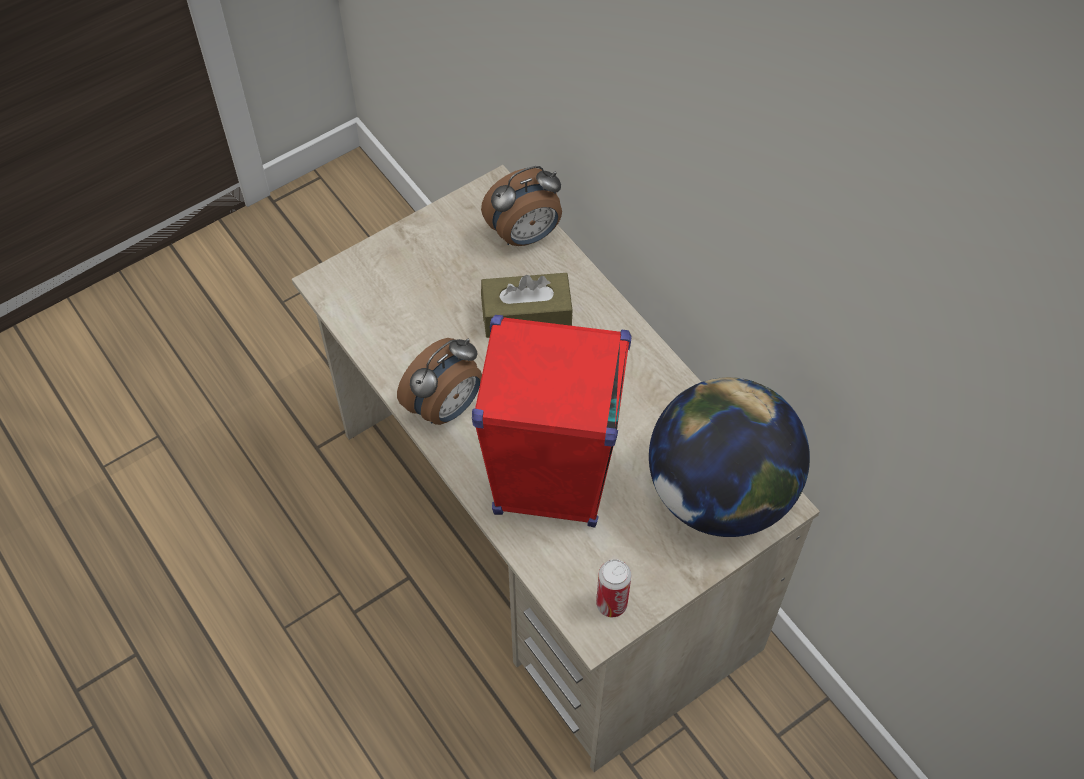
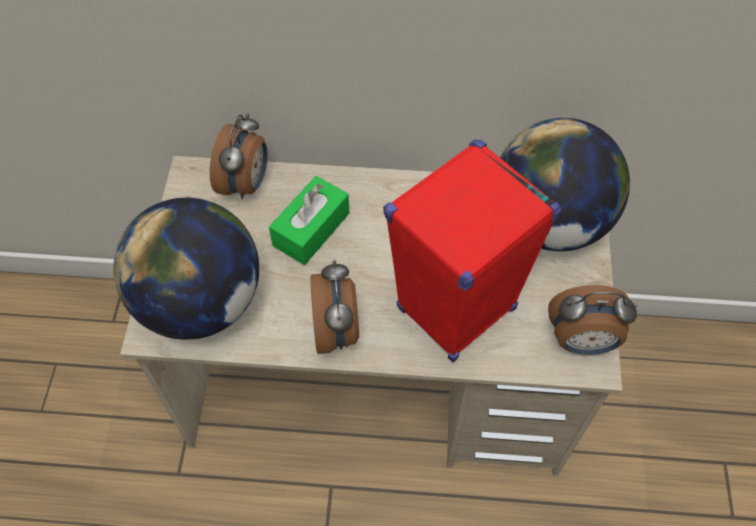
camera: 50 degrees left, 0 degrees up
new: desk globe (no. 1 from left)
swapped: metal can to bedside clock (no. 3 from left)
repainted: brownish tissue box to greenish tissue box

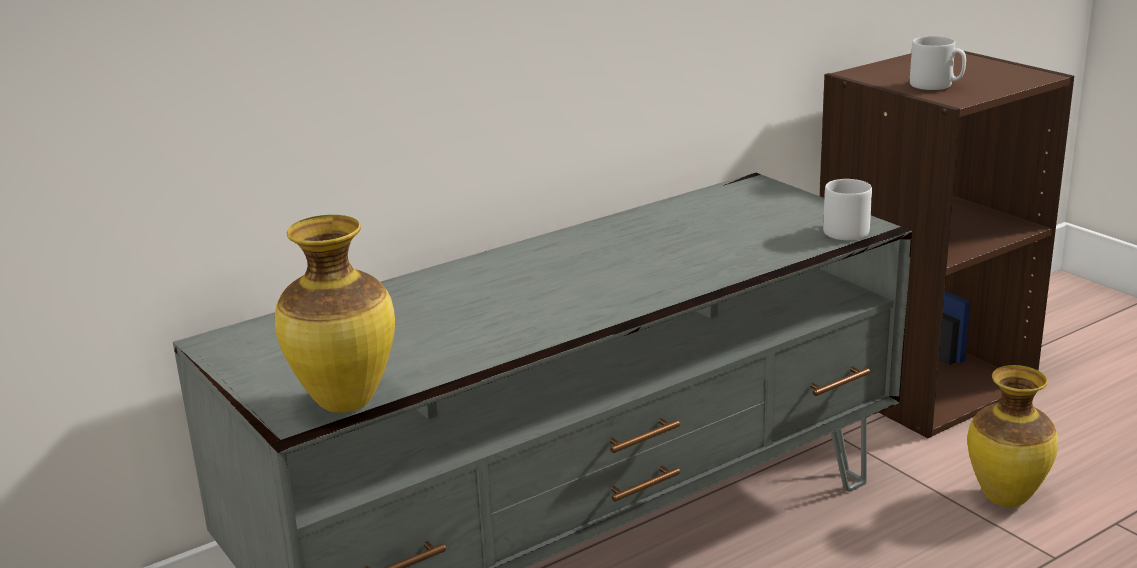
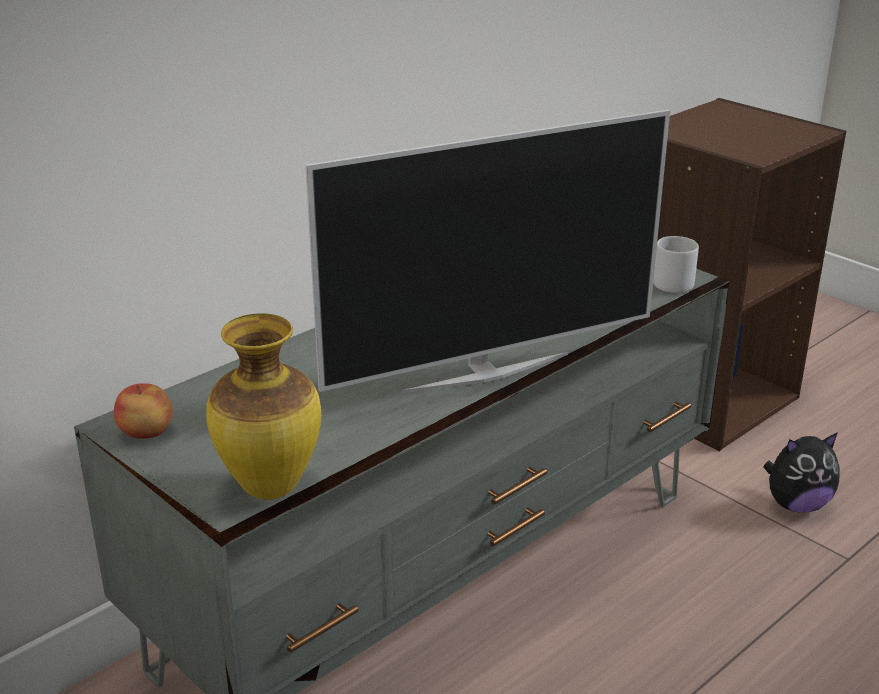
camera: 10 degrees left, 5 degrees up
gone: grey coffee mug (no. 2 from left)
new: whole apple; TV
swapped: vase (no. 2 from left) to plush toy

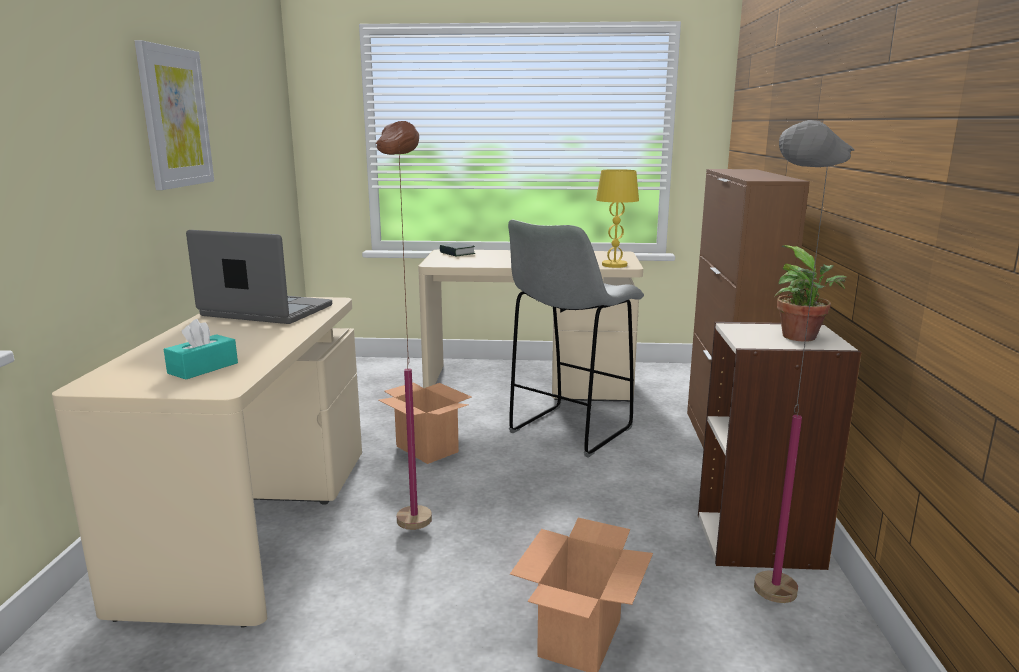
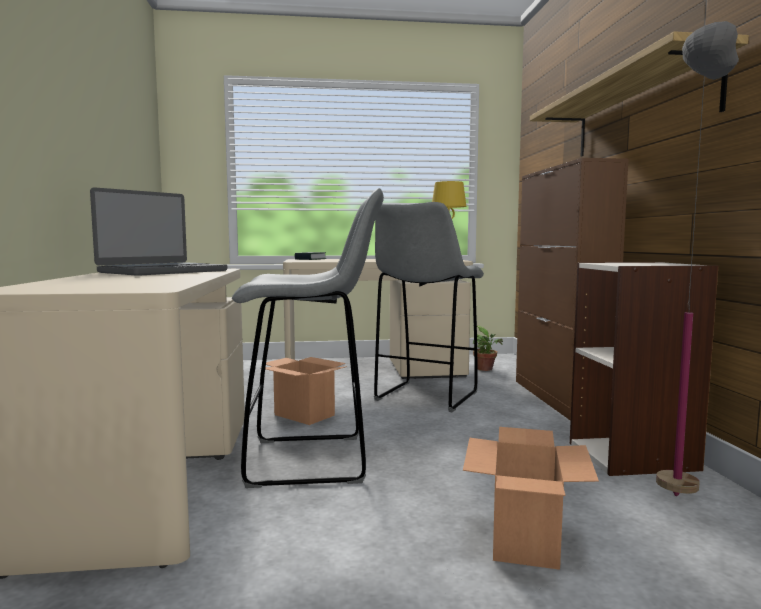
camera: 10 degrees left, 10 degrees down
gone: wall art; blue-green tissue box
new: wall shelf
shifted: potted plant
swapped: brownish standard lamp to grey stool (no. 1 from left)
rotated: laptop 120 degrees clockwise

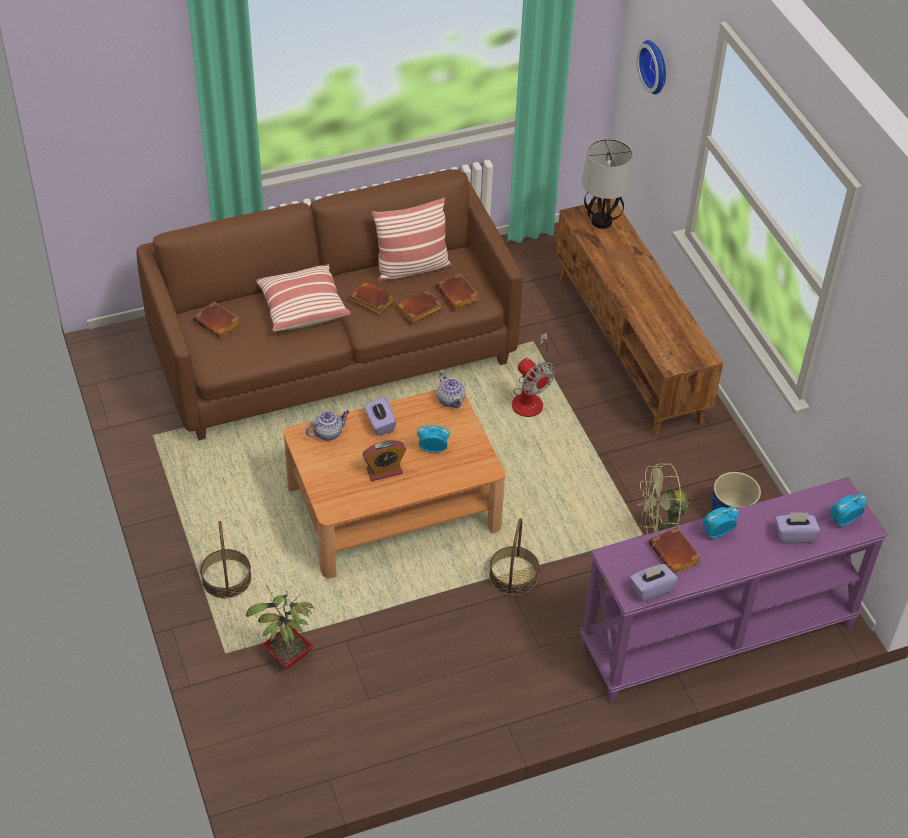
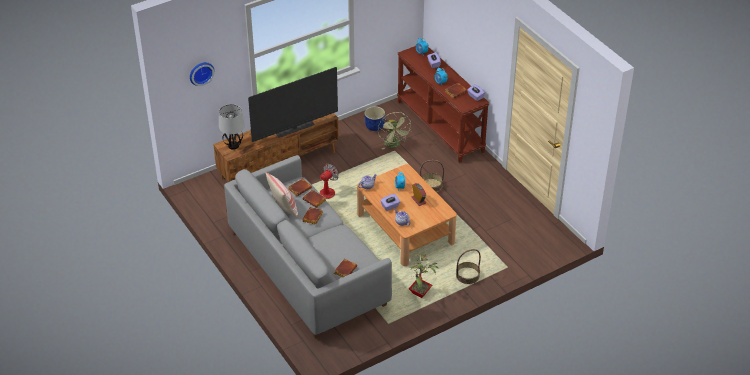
camera: 100 degrees left, 5 degrees down
gone: throw pillow (no. 1 from left)
new: TV
shifted: potted plant
repainted: brownish settee to grey settee; purple-coloured hall table to brownish hall table

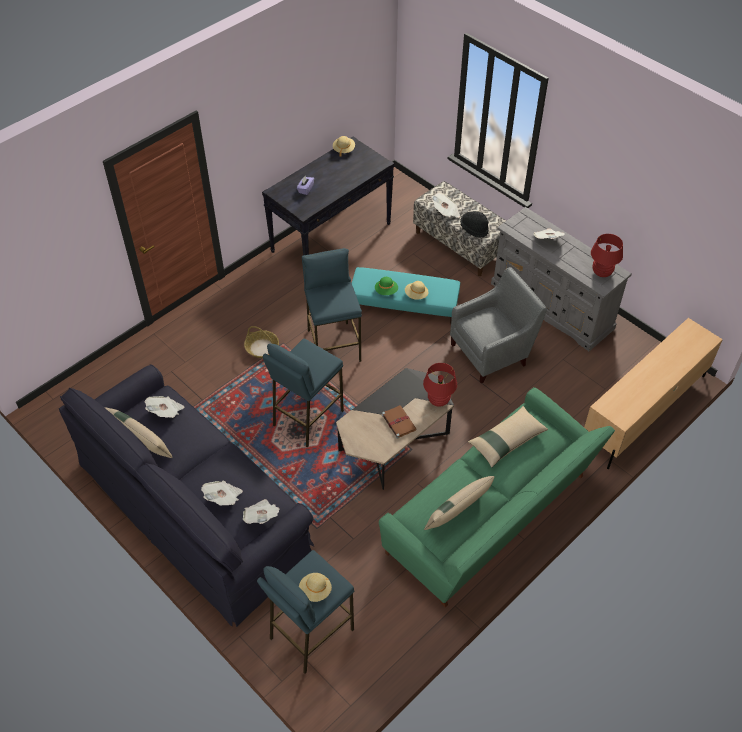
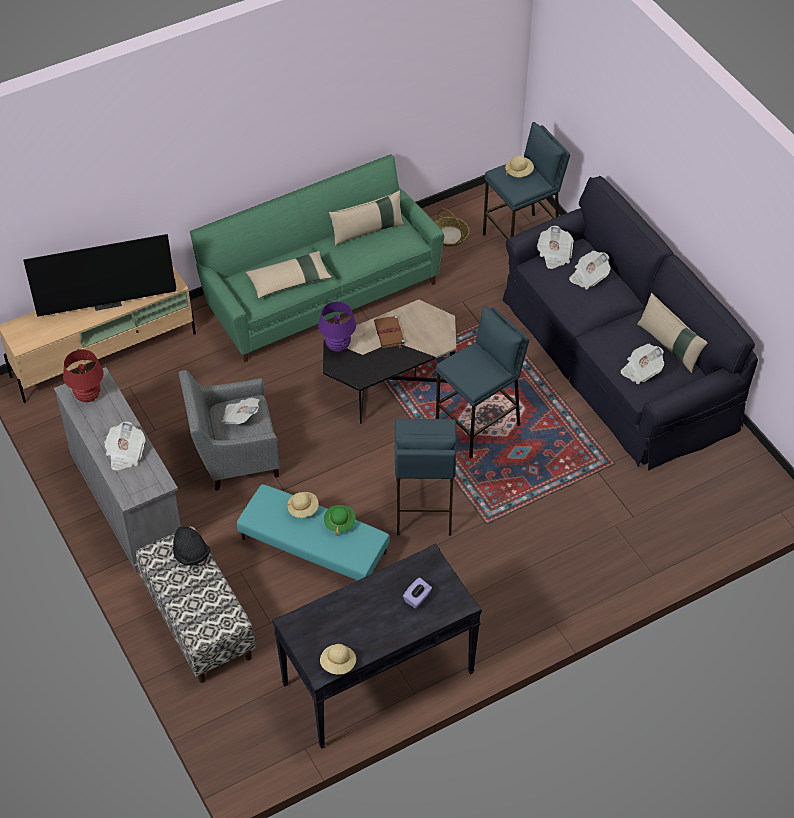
camera: 165 degrees left, 0 degrees up
new: TV
shifted: daily paper (no. 4 from left in the first image) to daily paper (no. 2 from left); storage basket
repainted: red-coloured tabletop lamp (no. 1 from left) to purple-coloured tabletop lamp

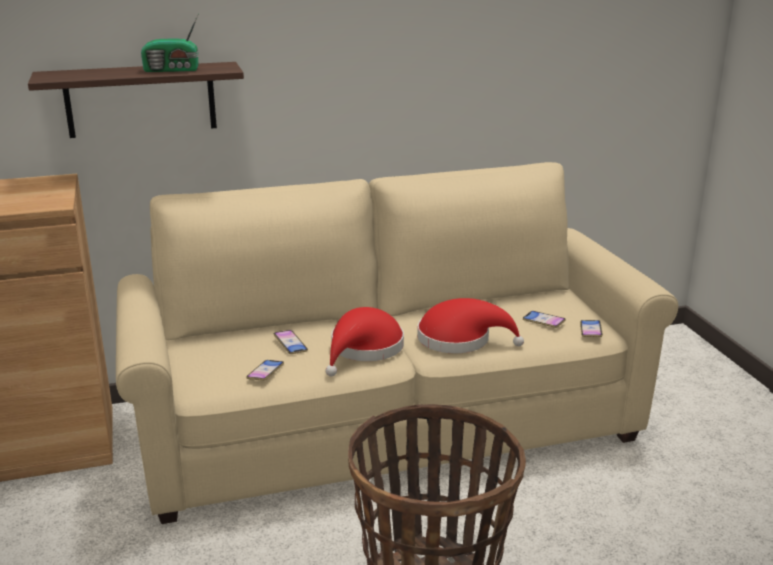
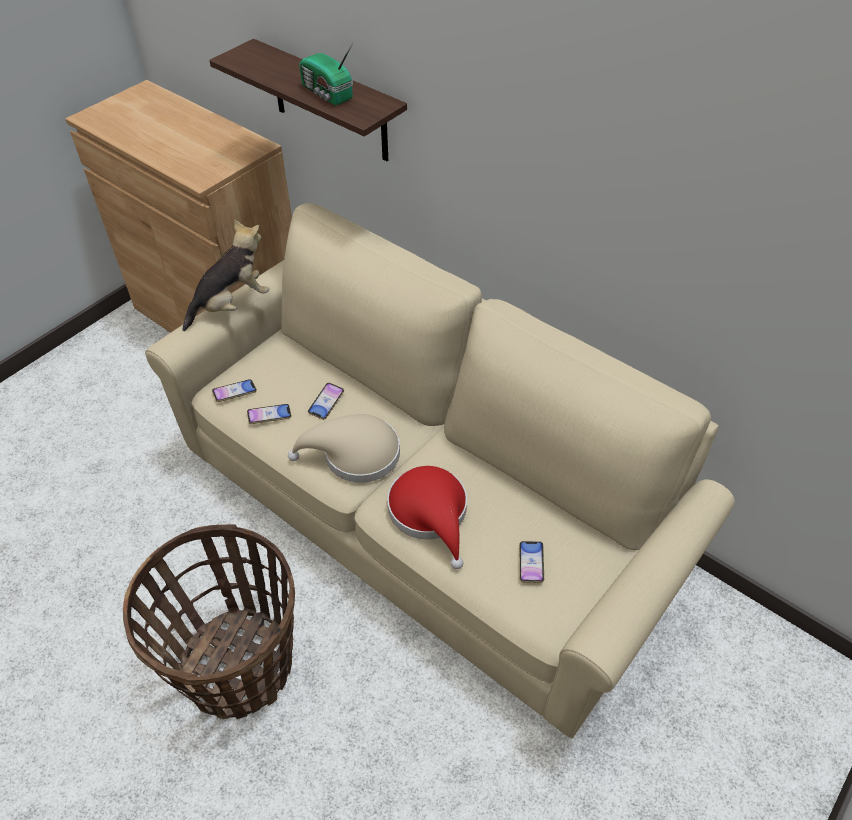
camera: 55 degrees right, 25 degrees up
new: plush toy
shifted: handset (no. 4 from left in the first image) to handset (no. 1 from left)
repainted: red-coloured wearable hat (no. 1 from left) to beige-coloured wearable hat

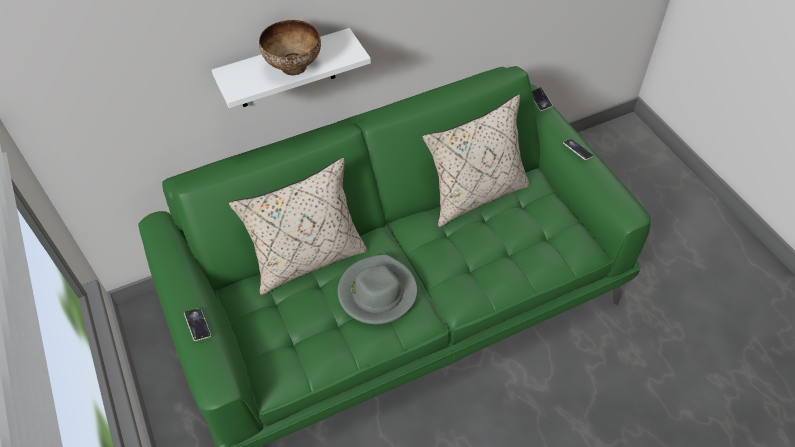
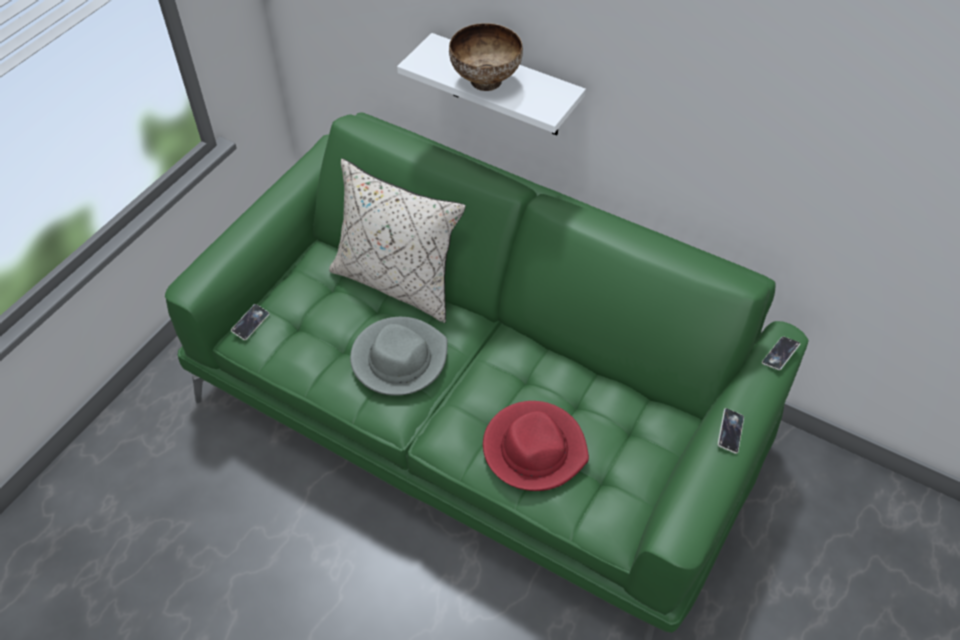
camera: 55 degrees right, 0 degrees up
gone: beige-coloured throw pillow (no. 2 from left)
new: red-coloured wearable hat
shifted: handset (no. 1 from left)

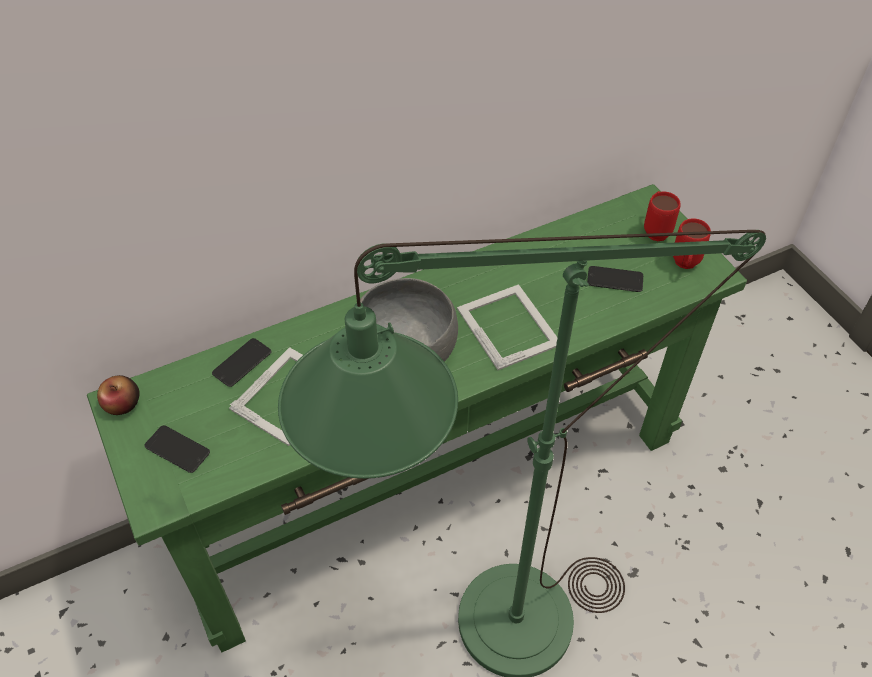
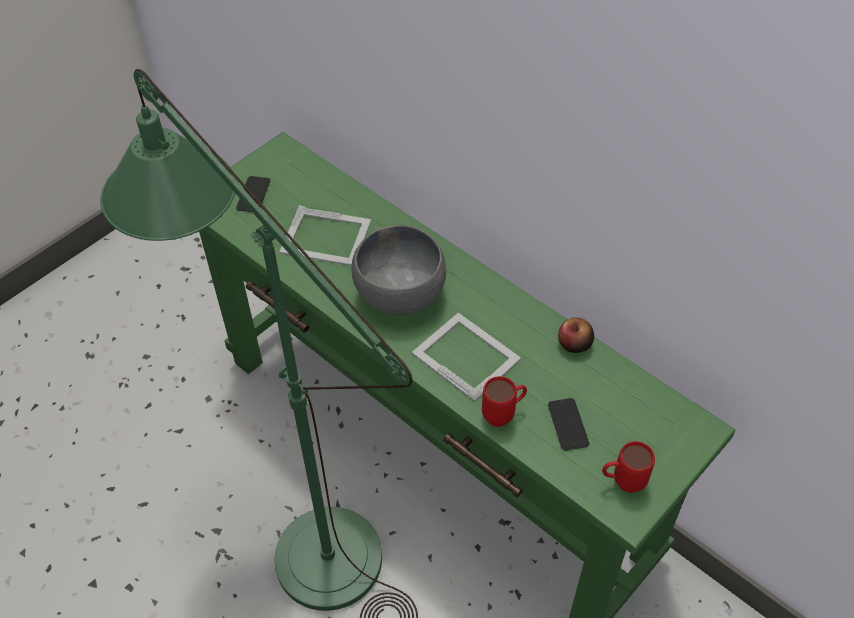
camera: 70 degrees right, 0 degrees up
gone: handset (no. 2 from left)
shifted: red-coloured coffee mug (no. 1 from left); whole apple
rotated: picture frame (no. 2 from left) 90 degrees counterclockwise

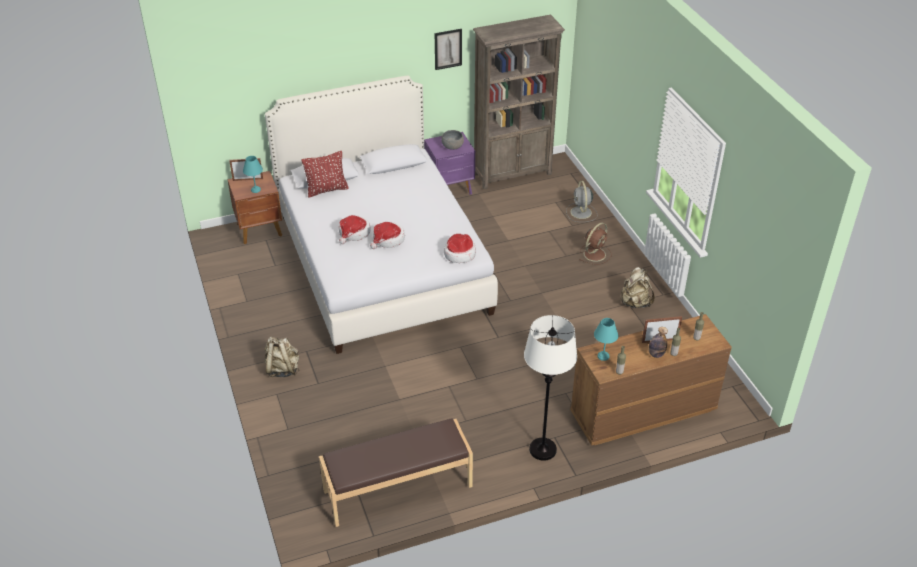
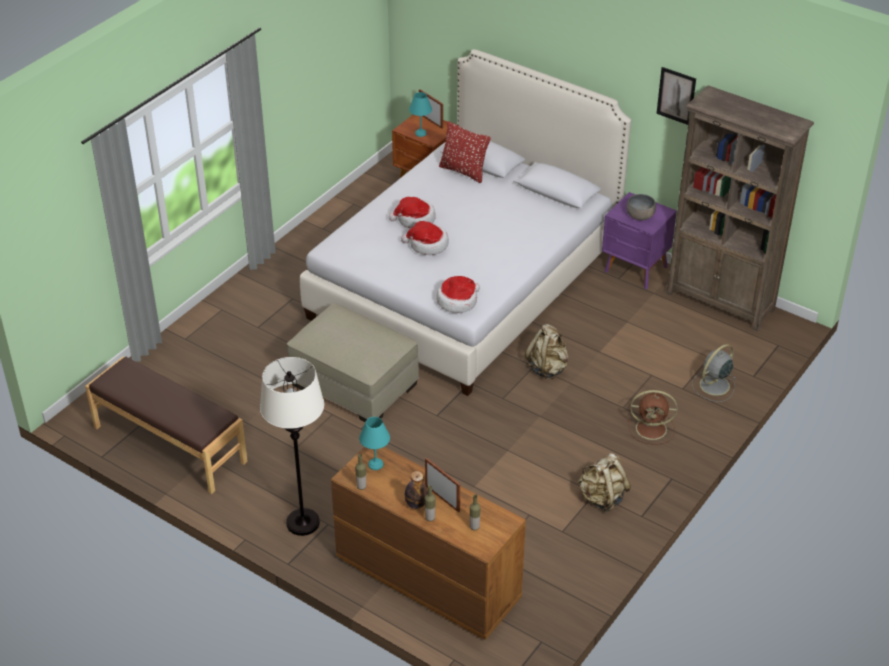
camera: 55 degrees right, 0 degrees up
new: beige-coloured ottoman
shifted: beige-coloured knapsack (no. 1 from left)

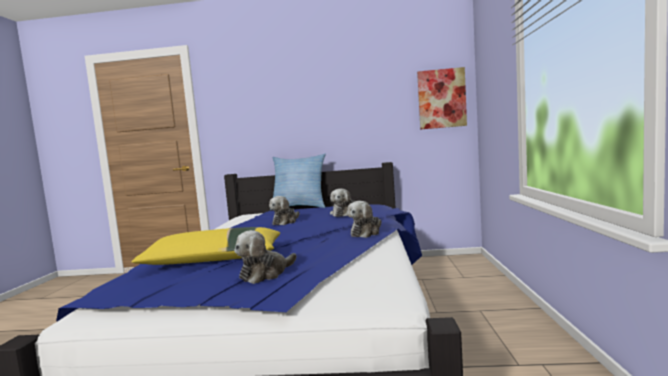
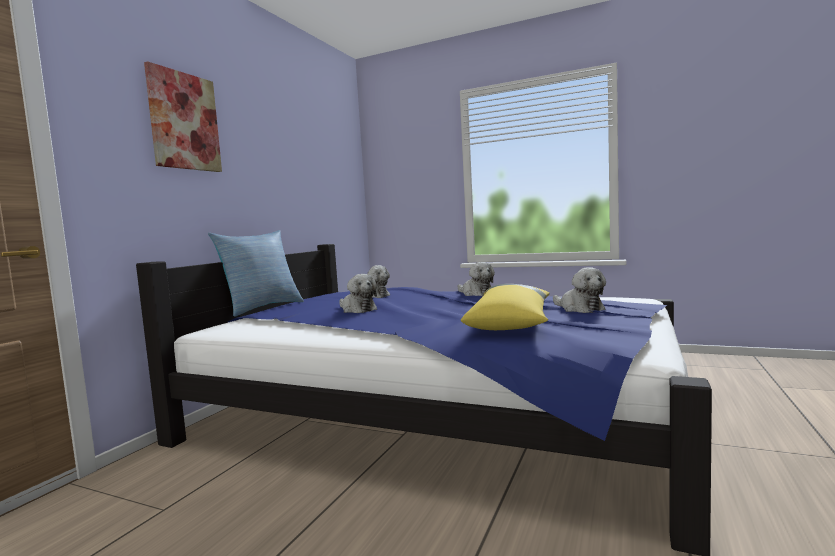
camera: 70 degrees left, 0 degrees up
shifted: wall art

